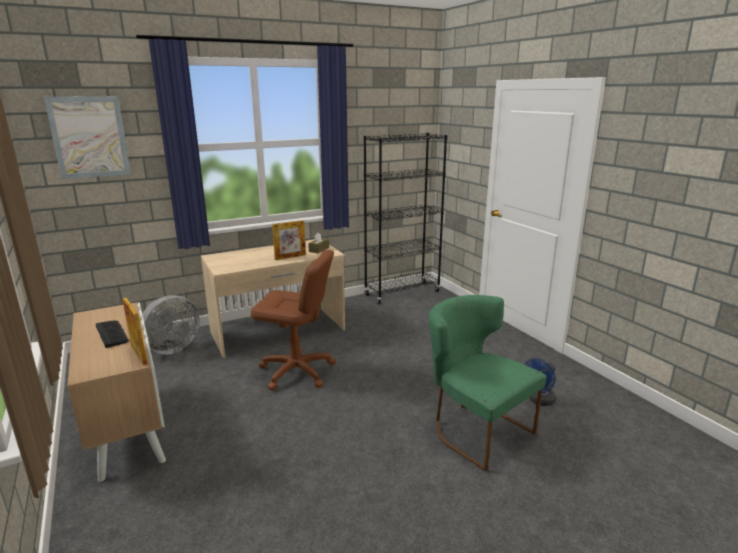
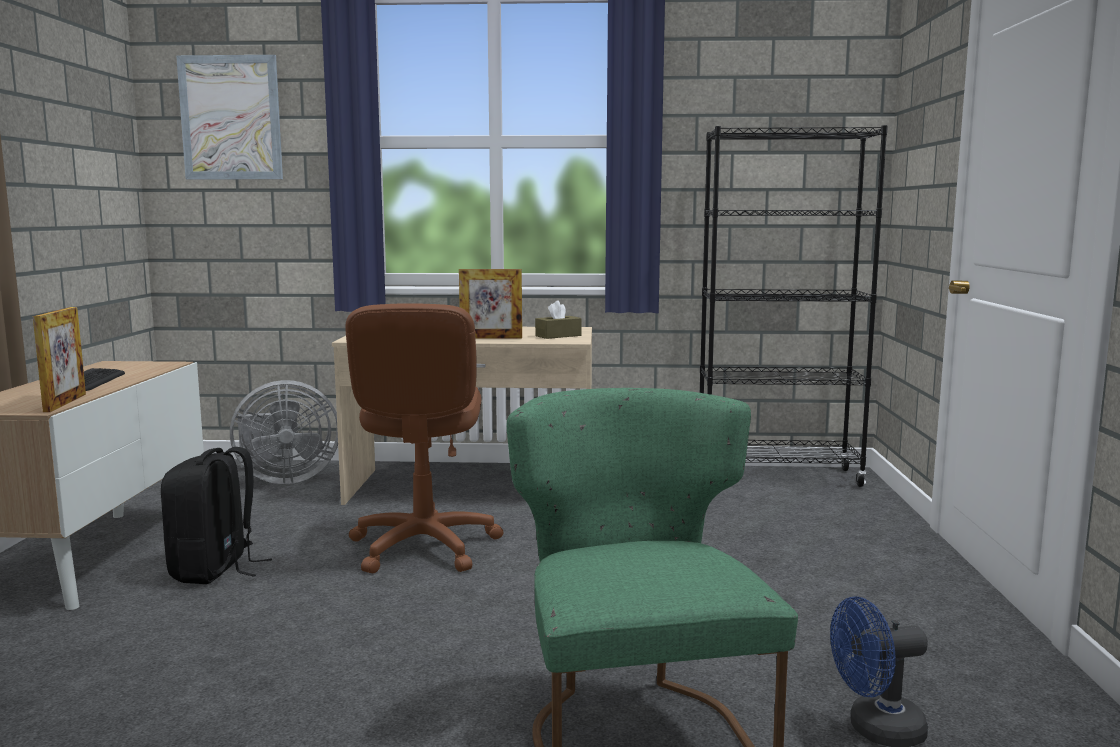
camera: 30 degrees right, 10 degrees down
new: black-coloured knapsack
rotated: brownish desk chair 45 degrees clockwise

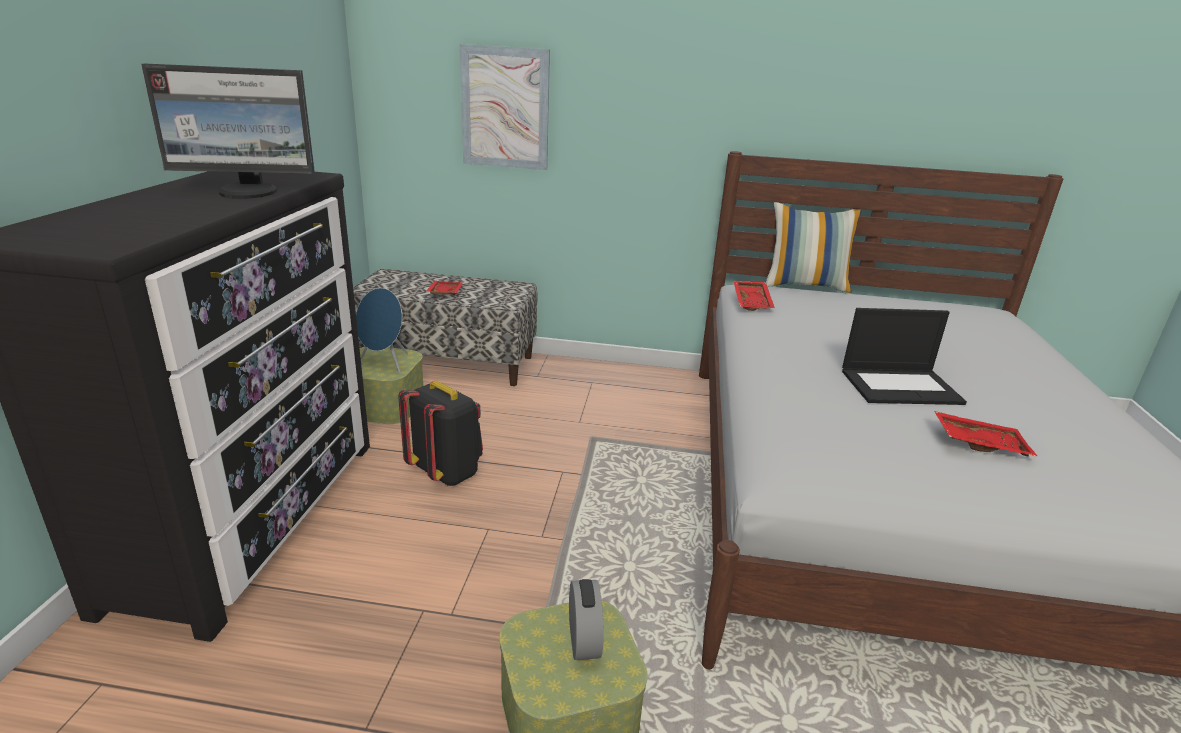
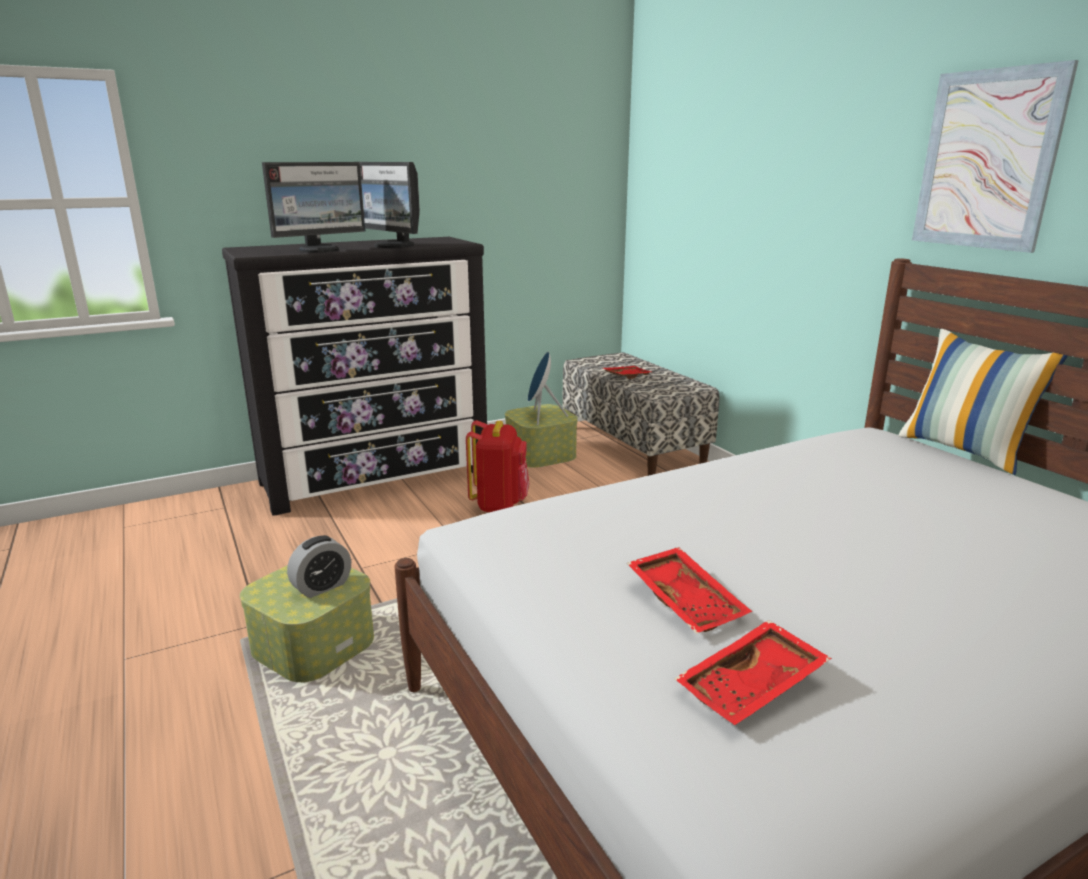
camera: 55 degrees right, 5 degrees down
gone: laptop
new: computer screen (no. 1 from left)
shifted: red-coloured carrying tray (no. 2 from left in the first image) to red-coloured carrying tray (no. 3 from left); wall art
repainted: black-coloured knapsack to red-coloured knapsack

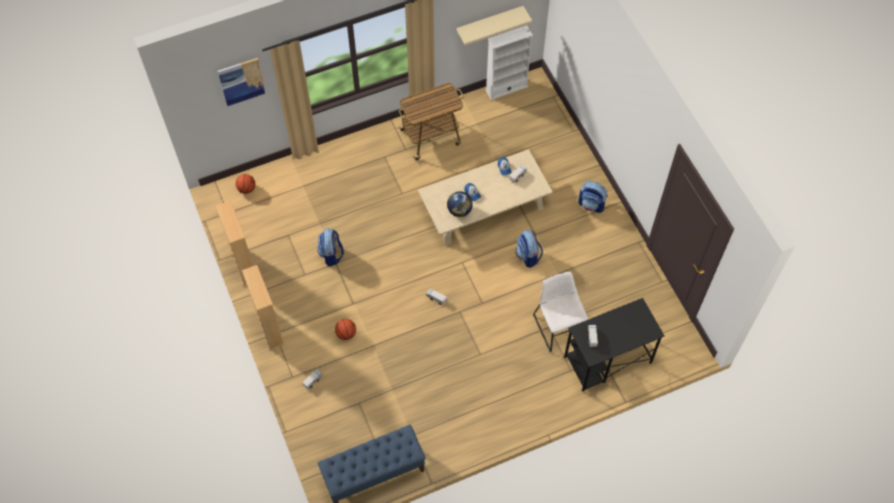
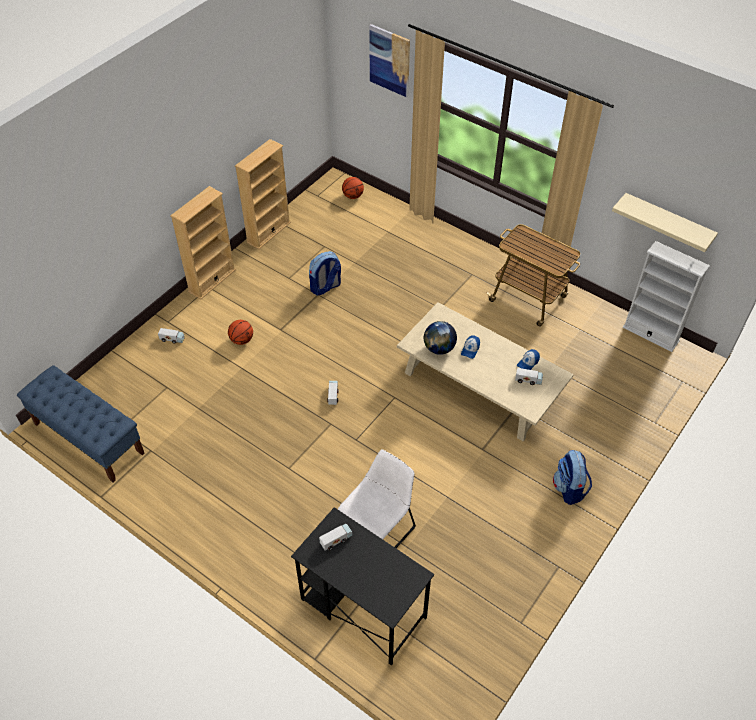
camera: 60 degrees right, 10 degrees down
gone: knapsack (no. 2 from left)

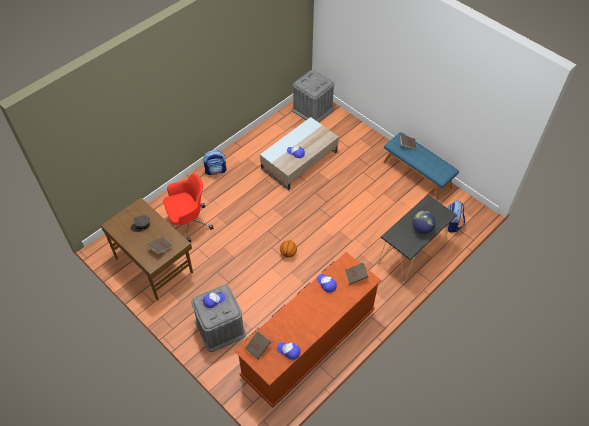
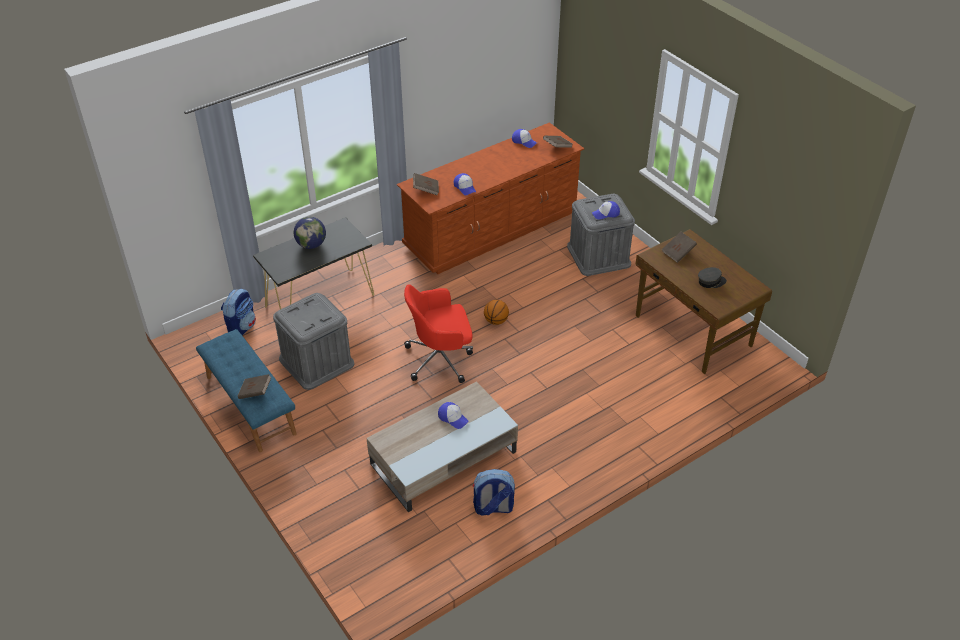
camera: 170 degrees left, 10 degrees down
shifted: grey storage container (no. 2 from left in the first image) to grey storage container (no. 1 from left); red-coloured desk chair; knapsack (no. 1 from left in the first image) to knapsack (no. 2 from left)

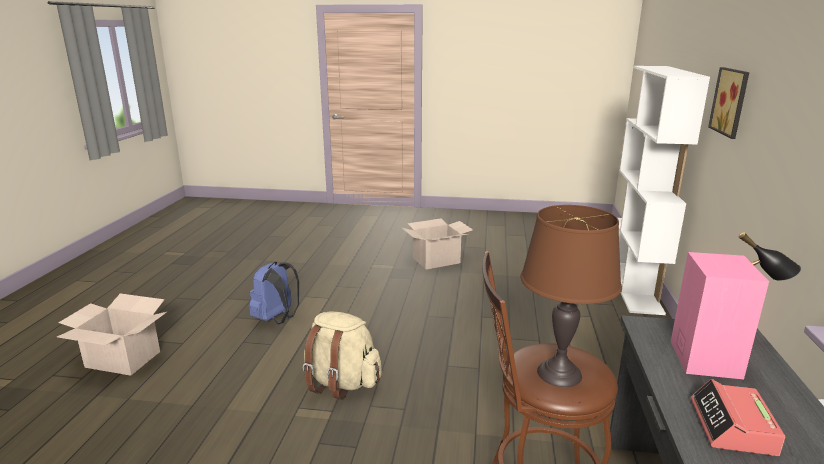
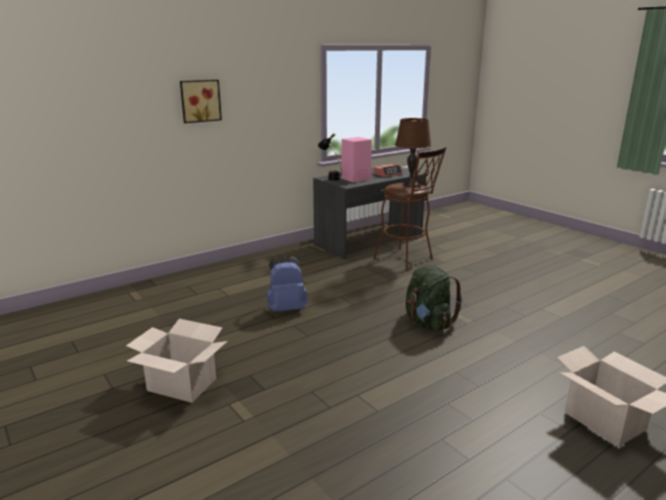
camera: 135 degrees left, 0 degrees up
gone: whitish bookshelf
shifted: blue-coloured knapsack
repainted: beige-coloured knapsack to greenish knapsack

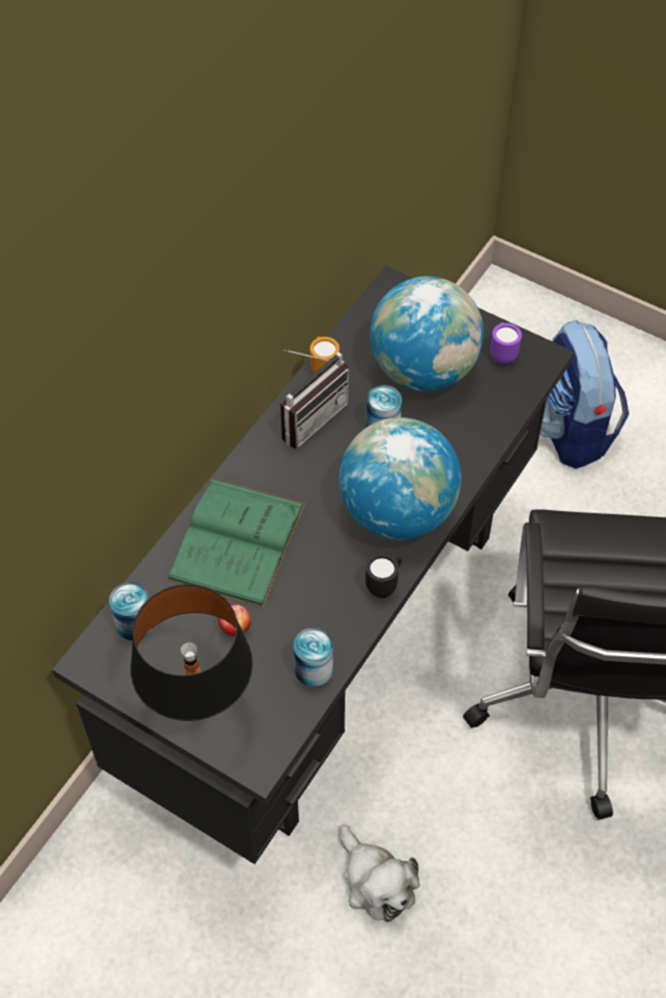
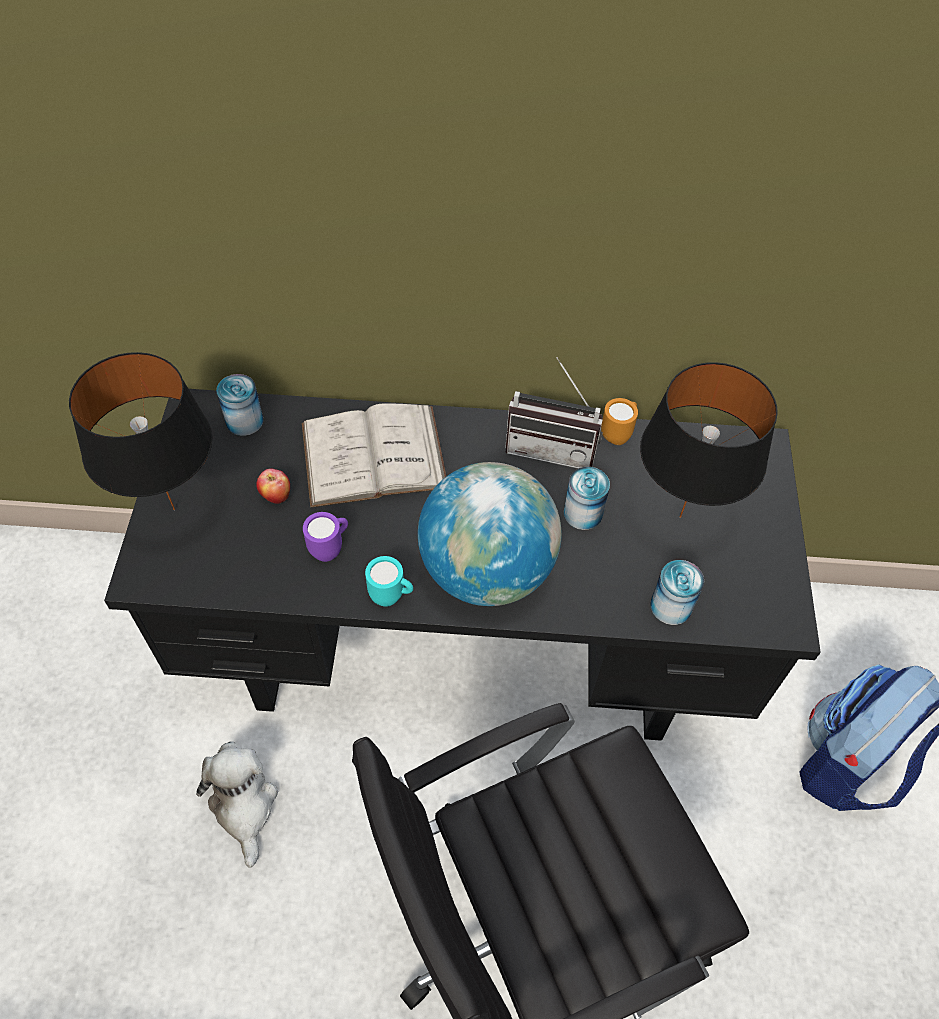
camera: 60 degrees right, 0 degrees up
shifted: purple-coloured coffee mug; metal can (no. 2 from left in the first image) to metal can (no. 3 from left)
swapped: desk globe (no. 2 from left) to black-coloured tabletop lamp (no. 2 from left)
repainted: greenish book to whitish book; black-coloured coffee mug to blue-green coffee mug
rotated: plush toy 135 degrees clockwise

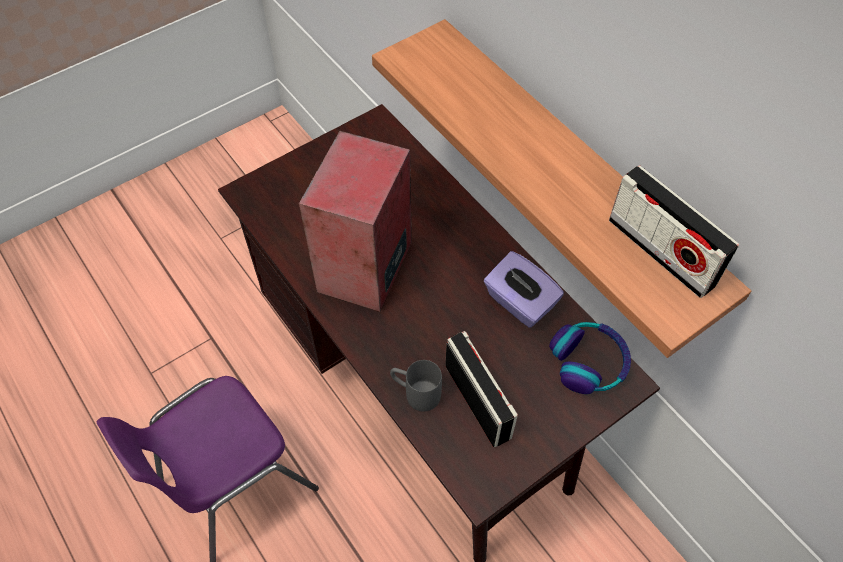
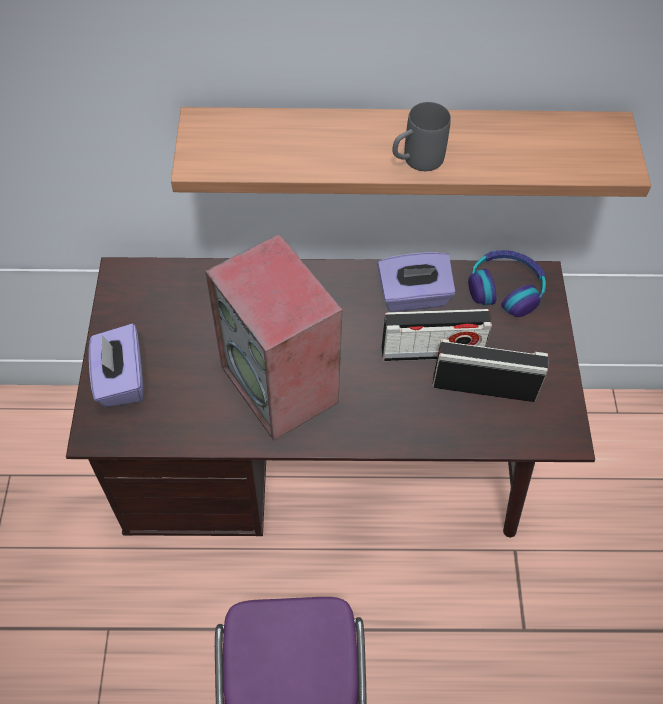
camera: 55 degrees left, 0 degrees up
new: purple-coloured tissue box (no. 1 from left)
shifted: radio receiver (no. 2 from left in the first image) to radio receiver (no. 1 from left); grey coffee mug

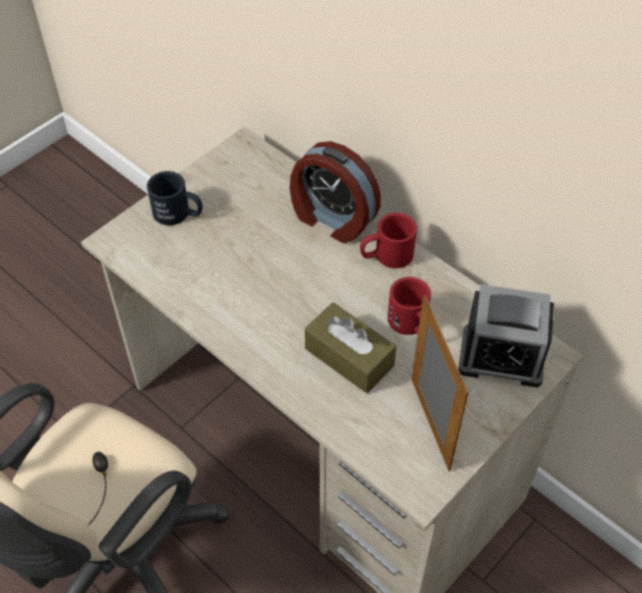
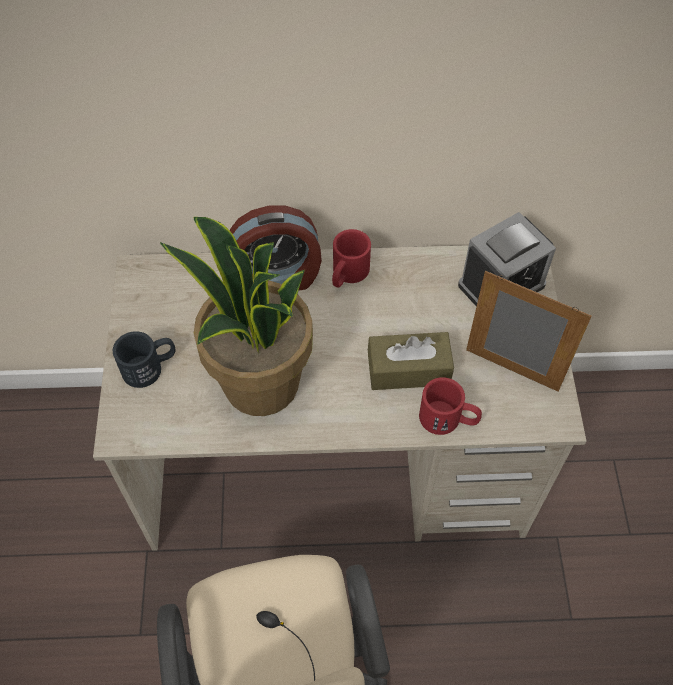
camera: 45 degrees left, 5 degrees up
new: potted plant
shifted: red-coloured coffee mug (no. 2 from left)

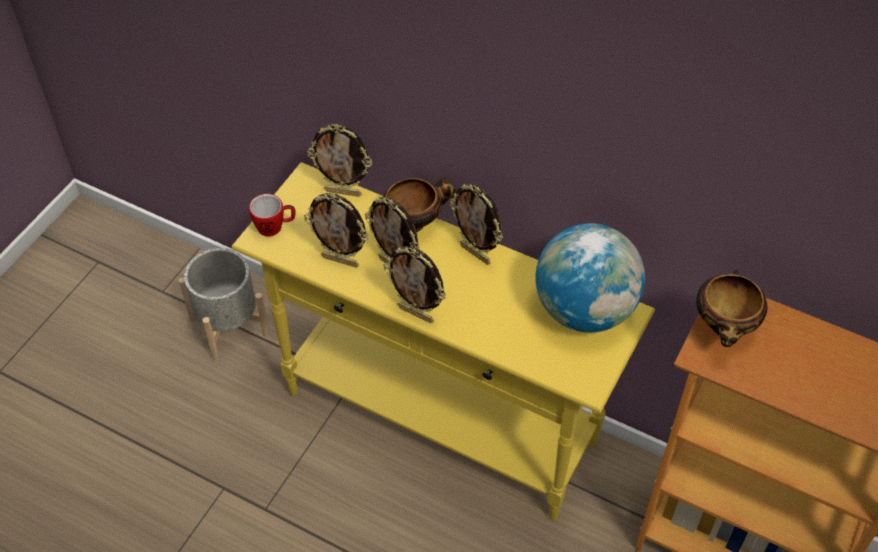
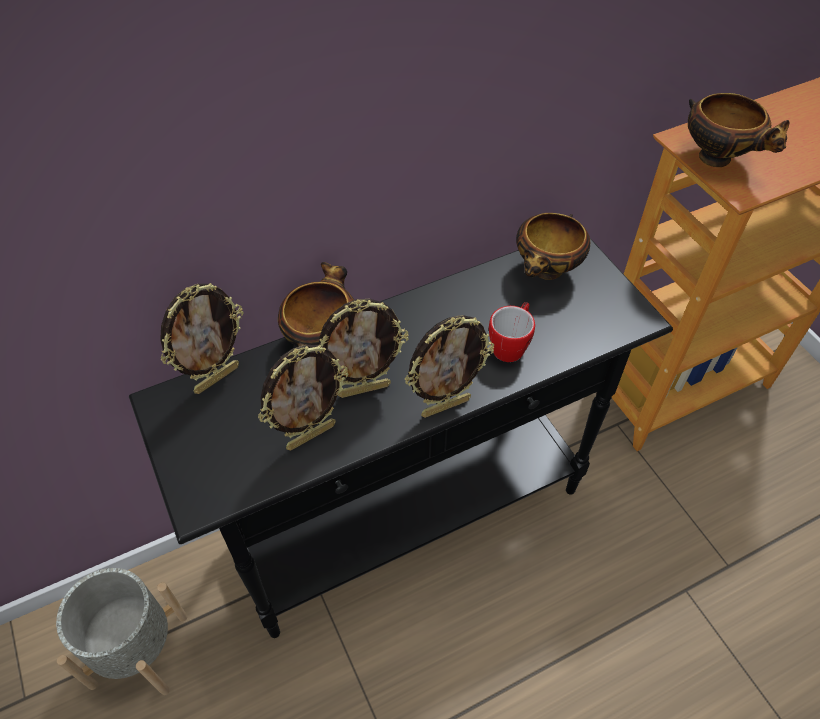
camera: 55 degrees left, 0 degrees up
gone: picture frame (no. 5 from left)
shifted: coffee mug
swapped: desk globe to bowl (no. 2 from left)
repainted: yellow-coloured hall table to black-coloured hall table

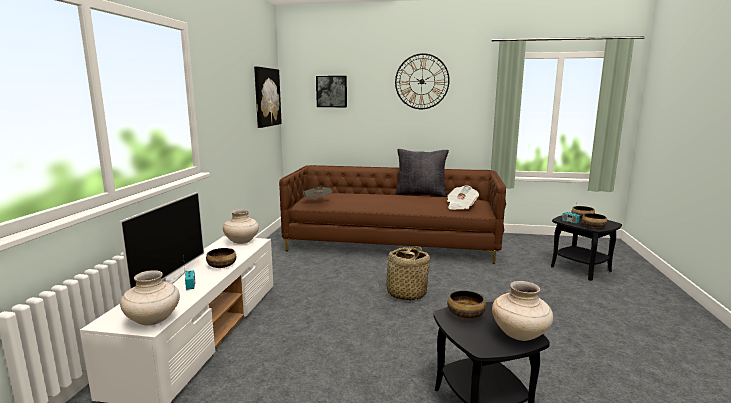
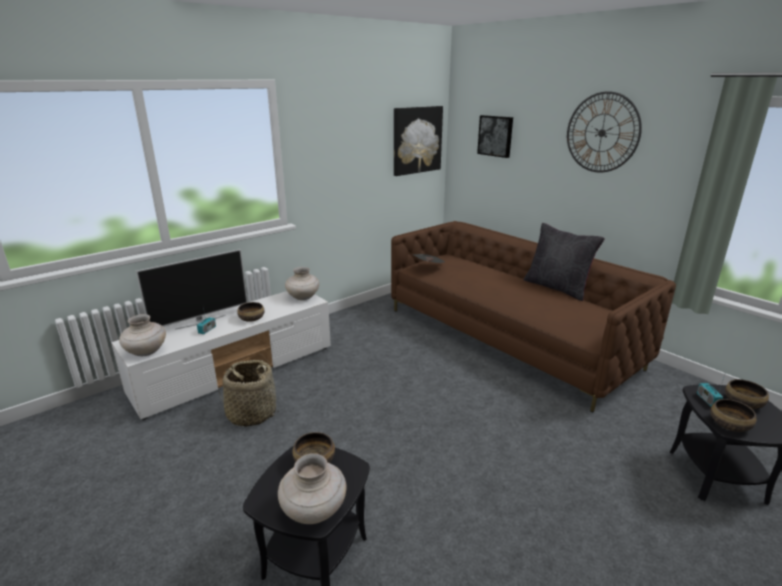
camera: 40 degrees right, 10 degrees up
gone: daily paper (no. 2 from left)
shifted: storage basket

